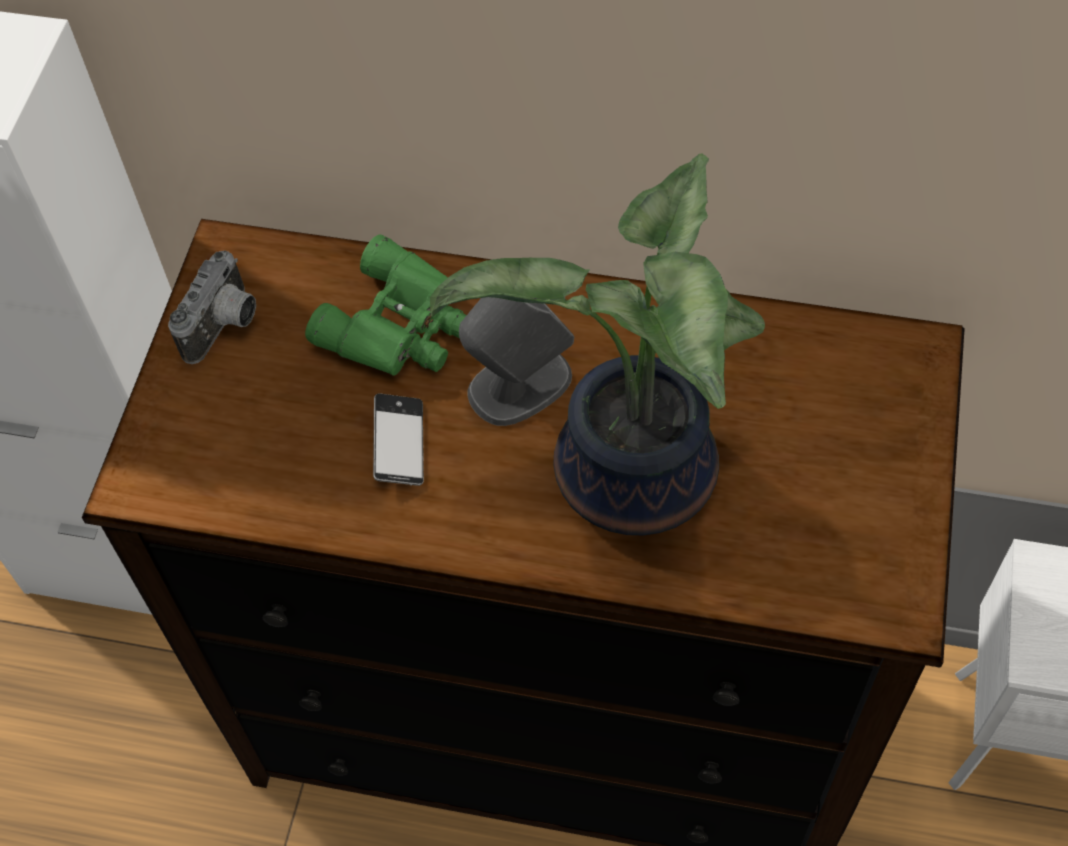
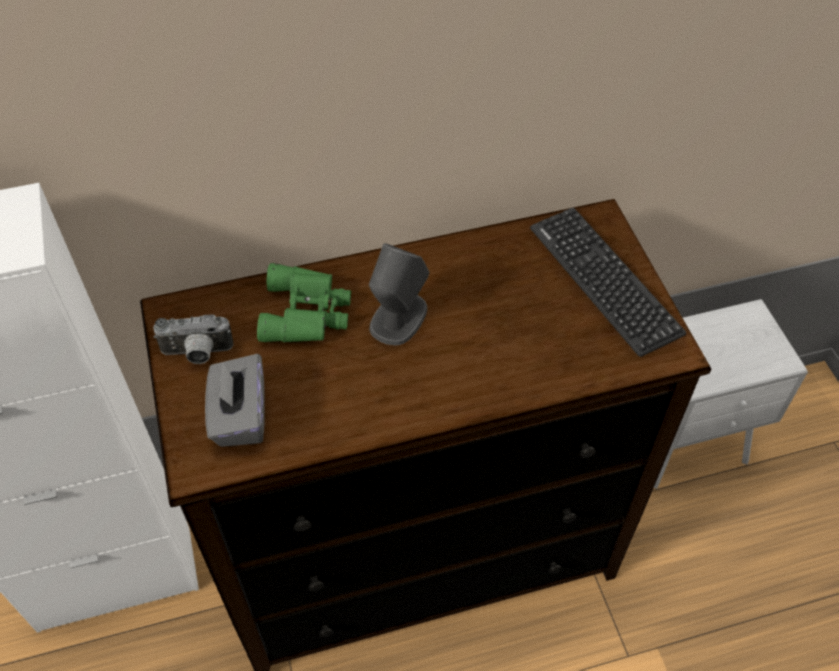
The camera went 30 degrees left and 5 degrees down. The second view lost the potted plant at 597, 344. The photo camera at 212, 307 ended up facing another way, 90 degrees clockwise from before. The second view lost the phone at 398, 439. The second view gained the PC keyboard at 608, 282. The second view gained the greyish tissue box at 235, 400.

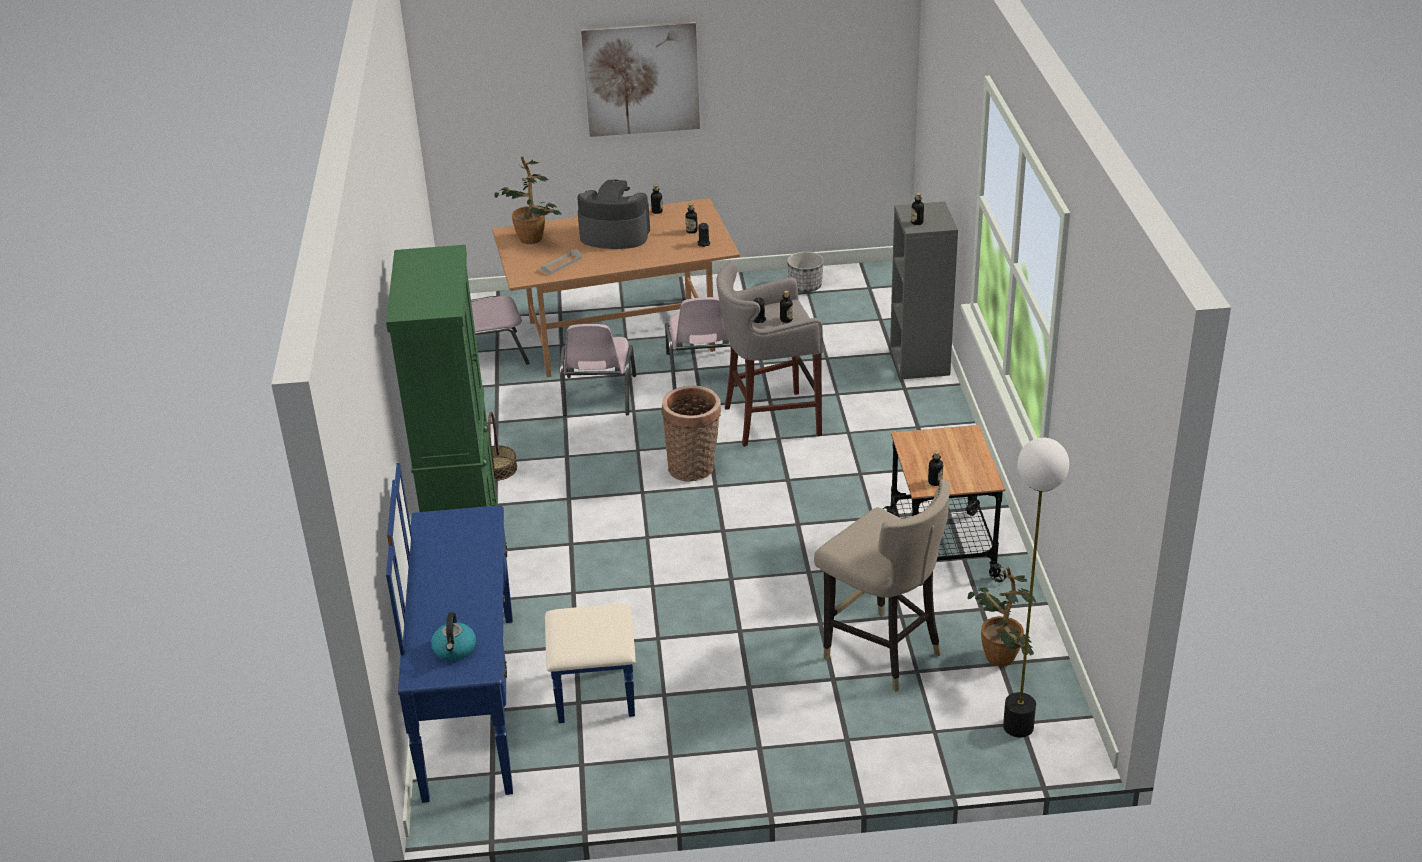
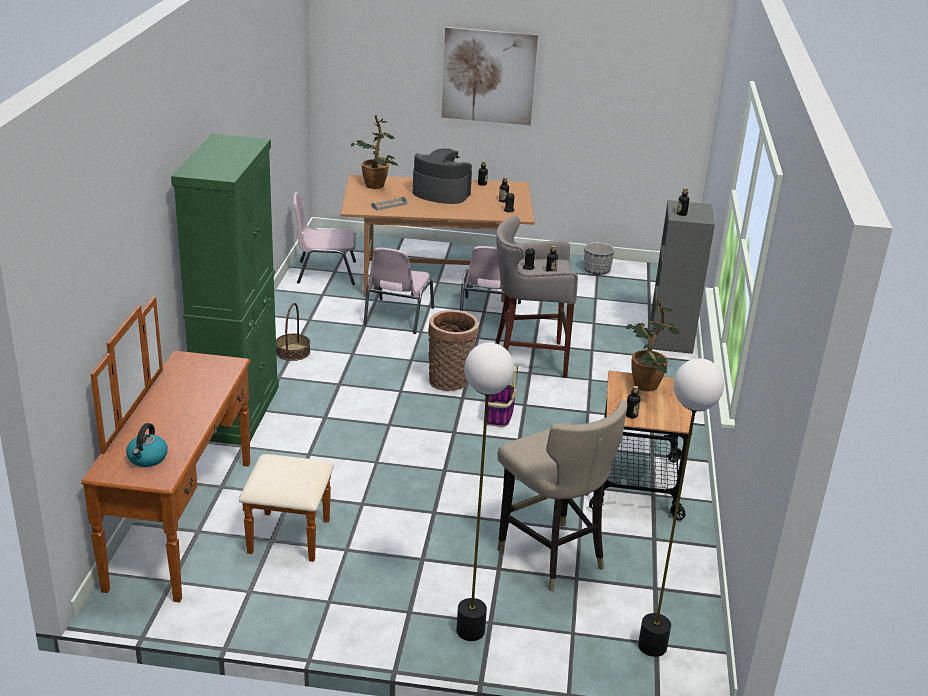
The camera went 10 degrees right and 5 degrees down. What was the blue-coloured chest of drawers at 511, 633 turned into the brown chest of drawers at 207, 449. The potted plant ended up elsewhere, having gone from 1002, 617 to 652, 345. The second view gained the floor lamp at 485, 491. The second view gained the household basket at 501, 396.

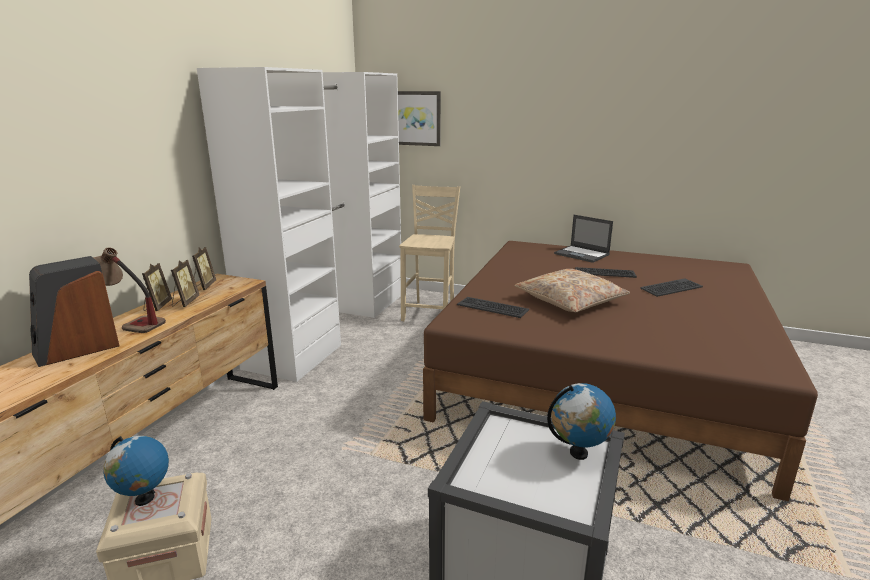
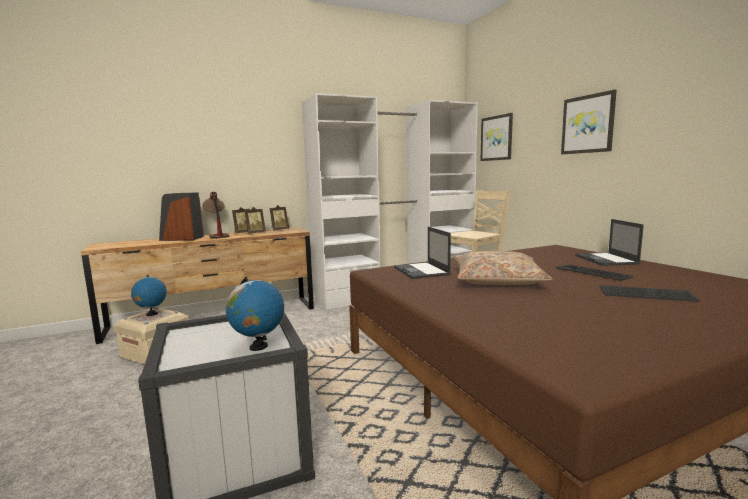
The camera went 45 degrees right and 10 degrees down. Where the PC keyboard stood at 493, 307, the laptop came to stand at 422, 253. The second view gained the picture at 589, 122.

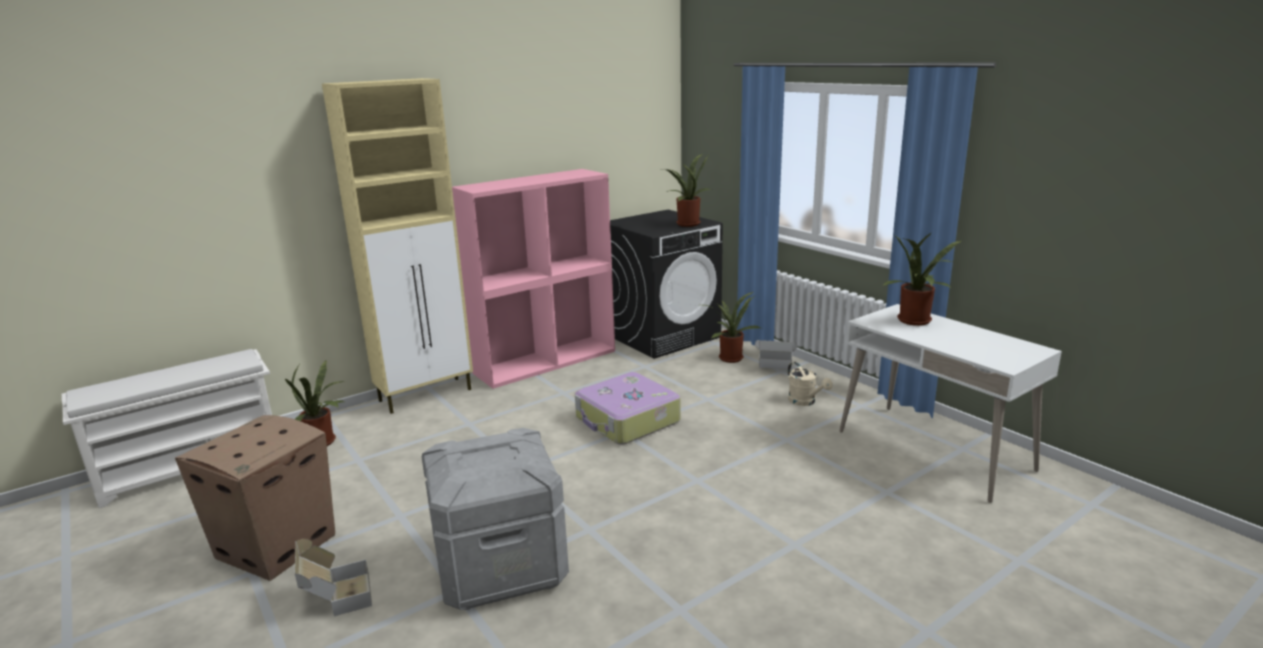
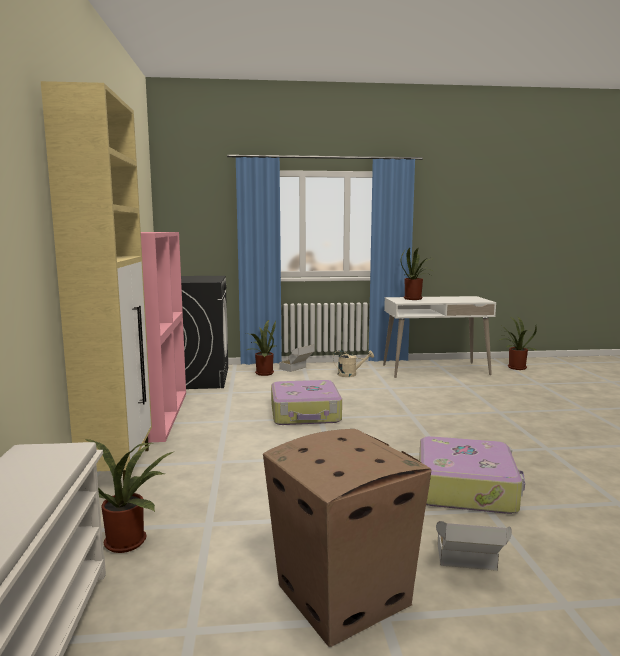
The camera went 60 degrees left and 10 degrees down. The potted plant ended up elsewhere, having gone from 688, 190 to 518, 343. Where the greyish storage bin stood at 495, 519, the piece of luggage came to stand at 472, 475.

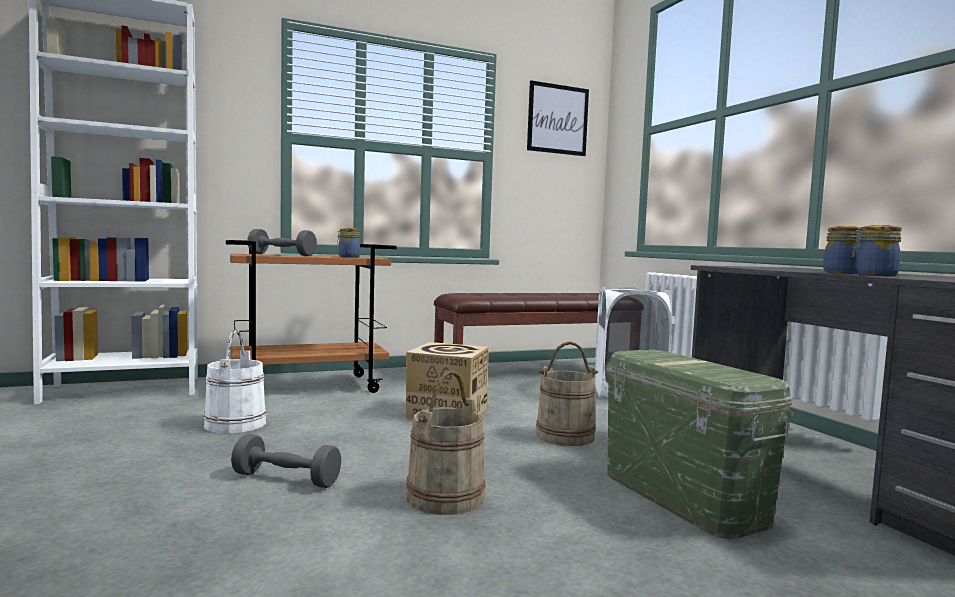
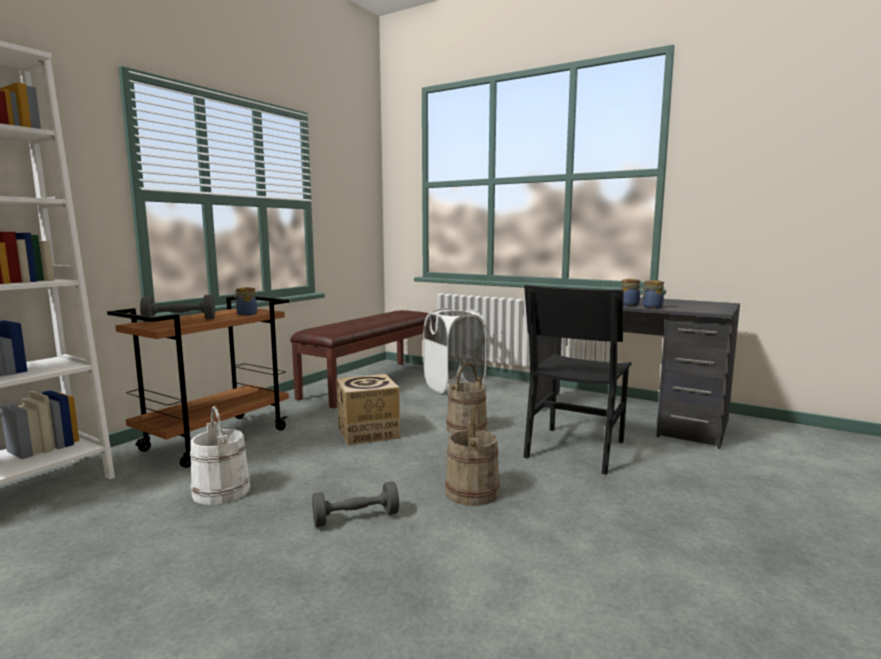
The camera went 35 degrees left and 5 degrees up. The second view lost the picture at 558, 118. Where the greenish storage bin stood at 700, 444, the blackish plain chair came to stand at 578, 380.

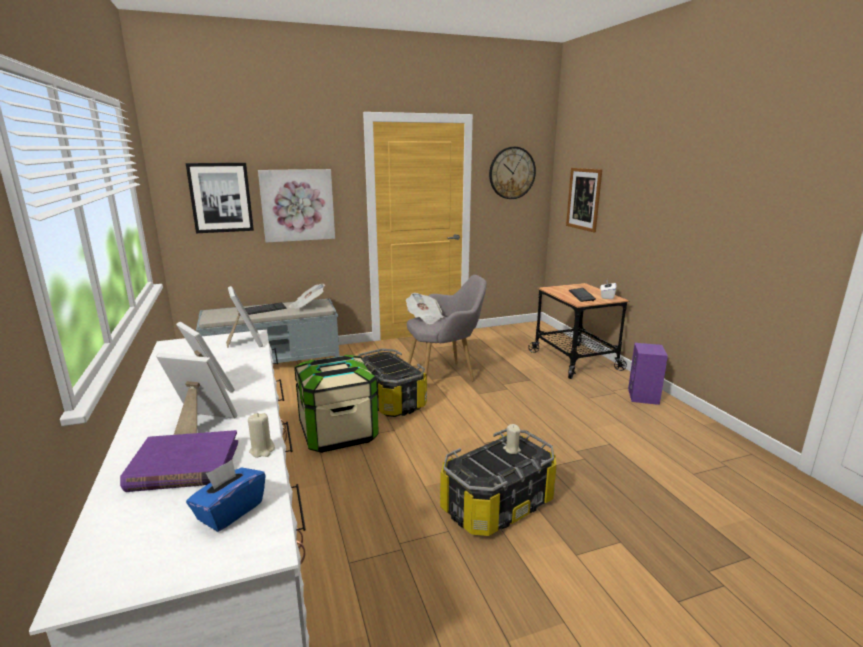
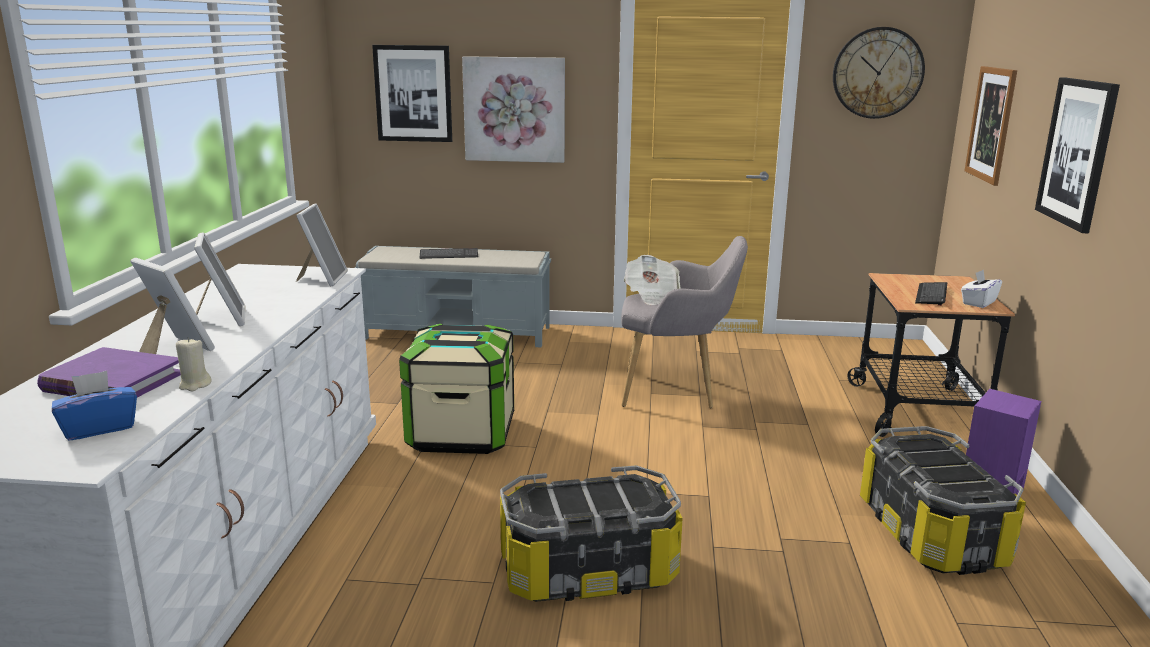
The camera went 25 degrees right and 0 degrees up. The second view lost the printed paper at 307, 296. The storage bin ended up elsewhere, having gone from 392, 382 to 943, 500. The second view lost the sand-coloured wax light at 512, 439. The second view gained the picture at 1077, 155.

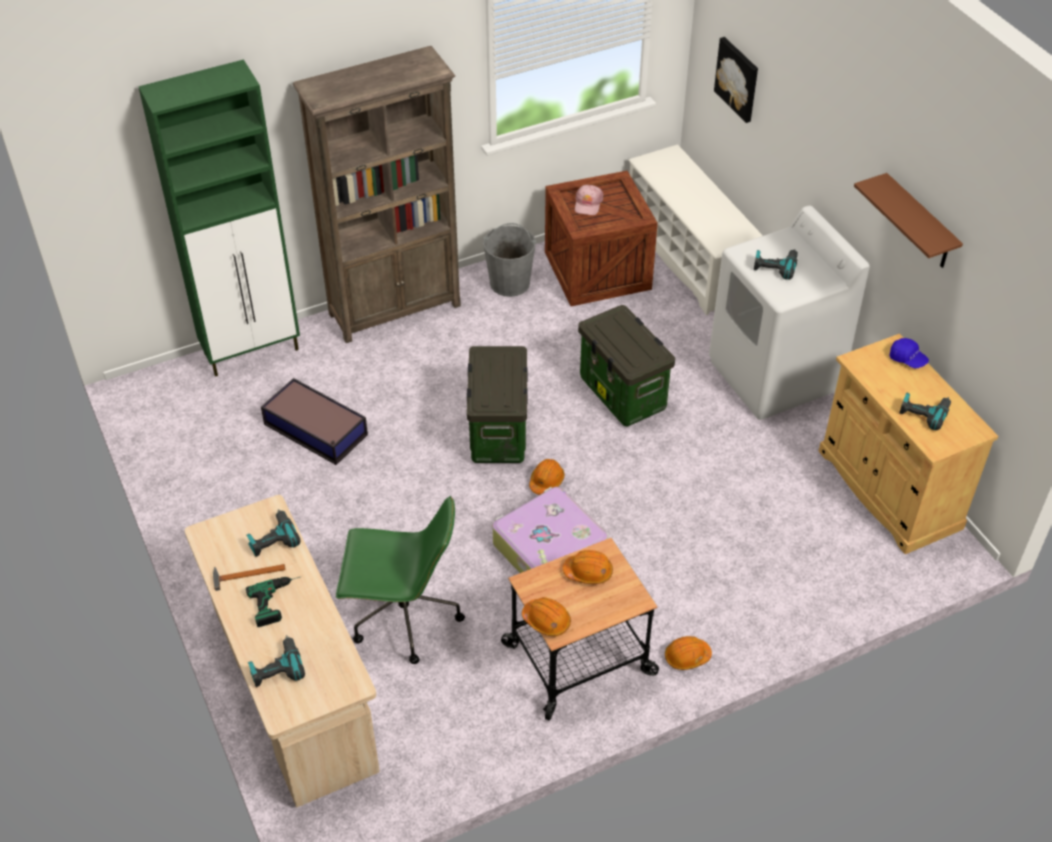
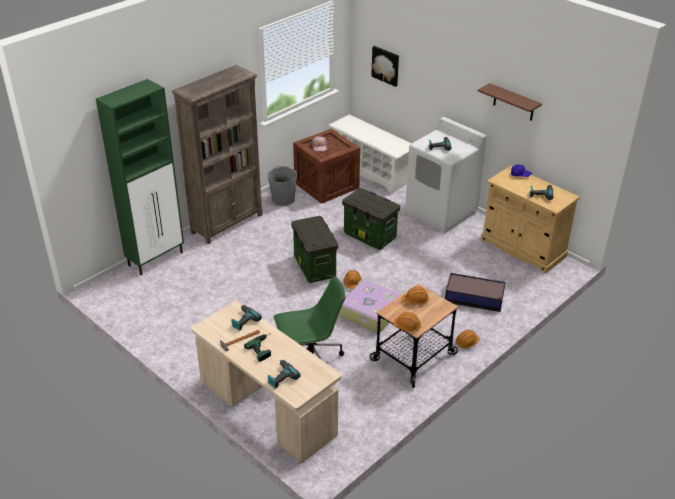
The camera went 20 degrees left and 10 degrees down. The storage bin ended up elsewhere, having gone from 314, 421 to 475, 292.

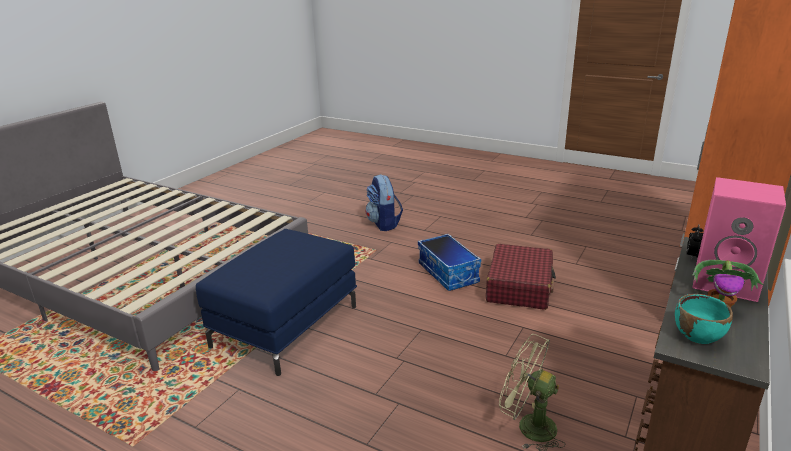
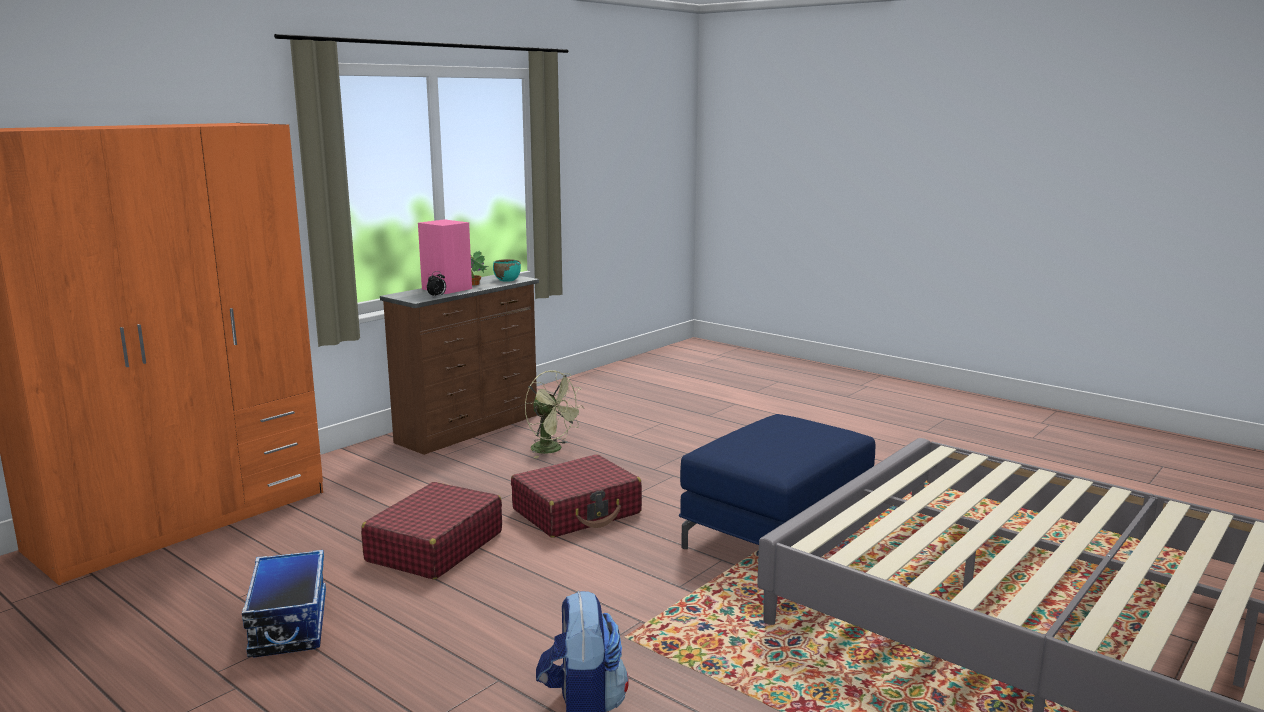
The camera went 170 degrees left and 10 degrees down. The storage bin ended up elsewhere, having gone from 449, 262 to 284, 603. The second view gained the reddish piece of luggage at 576, 496.

